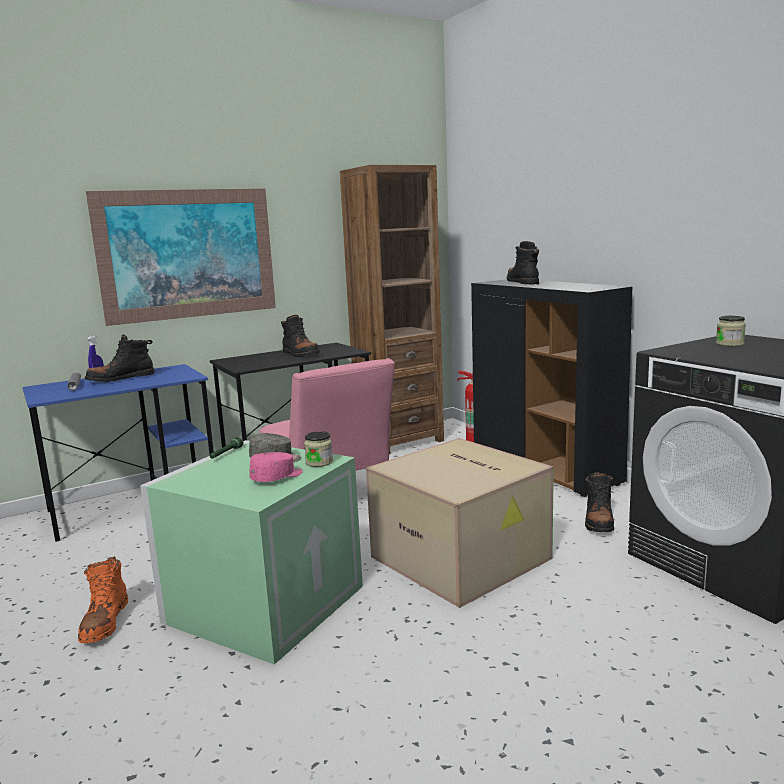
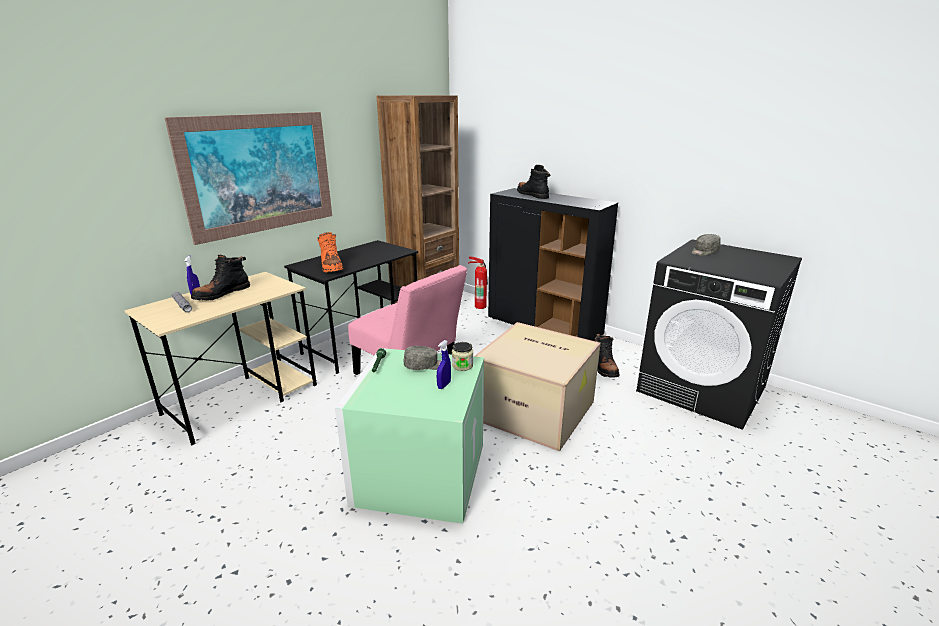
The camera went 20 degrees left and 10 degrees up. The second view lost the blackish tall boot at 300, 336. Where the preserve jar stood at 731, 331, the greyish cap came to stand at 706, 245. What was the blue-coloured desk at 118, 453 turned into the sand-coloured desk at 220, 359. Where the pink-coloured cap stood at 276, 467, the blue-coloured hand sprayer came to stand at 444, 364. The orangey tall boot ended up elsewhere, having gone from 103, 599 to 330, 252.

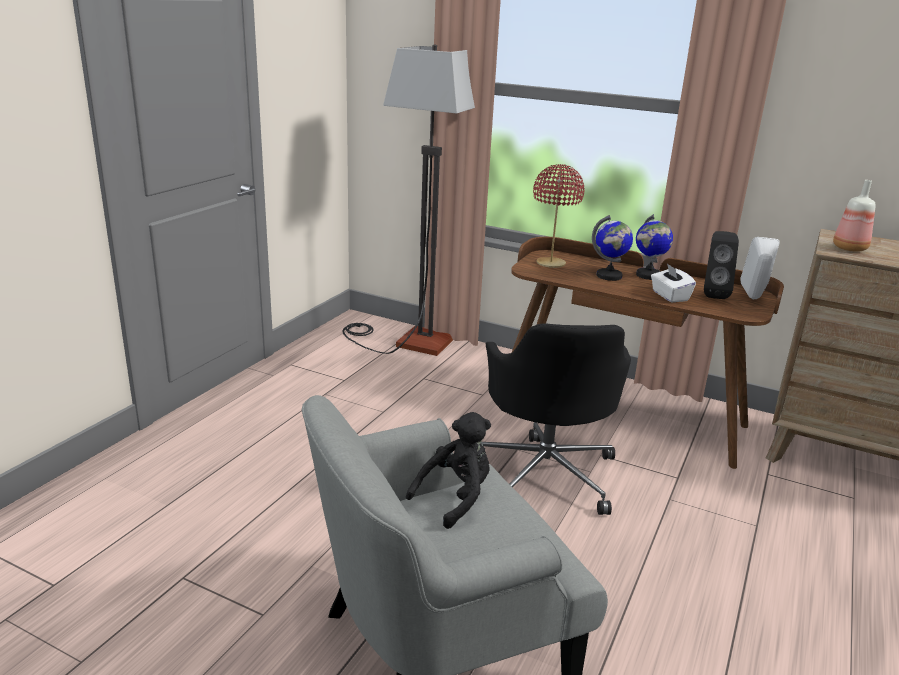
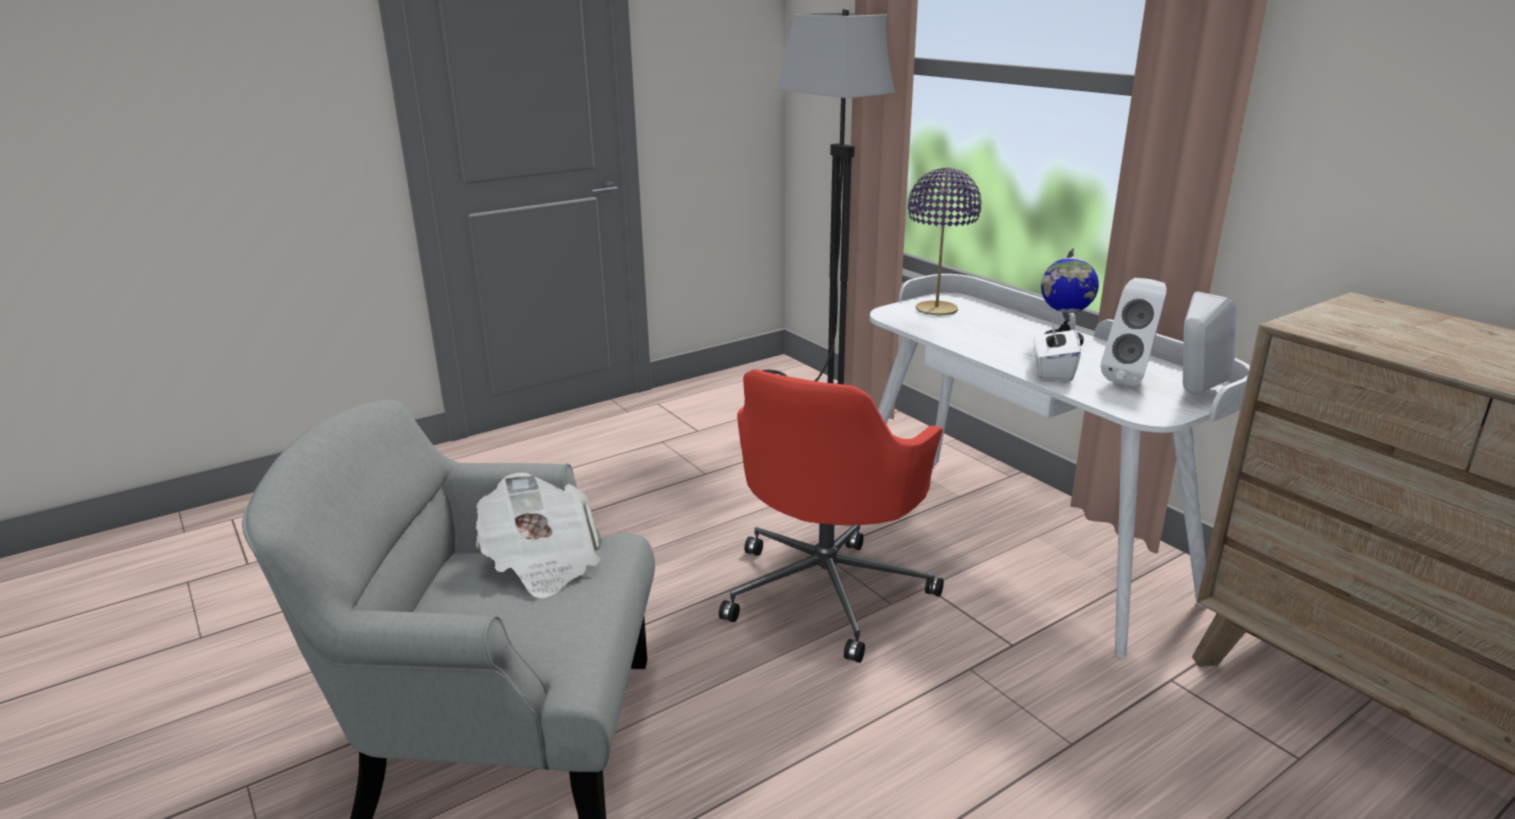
The camera went 30 degrees right and 0 degrees up. What was the reddish lamp for a table at 559, 216 turned into the purplish lamp for a table at 945, 242. The second view lost the beverage bottle at 854, 216. The second view lost the desk globe at 612, 248. What was the blackish speaker at 721, 265 turned into the whitish speaker at 1133, 332. What was the brown desk at 647, 353 turned into the whitish desk at 1060, 466. What was the blackish desk chair at 556, 419 turned into the reddish desk chair at 831, 516. Where the blackish plush toy stood at 448, 470, the printed paper came to stand at 538, 535.

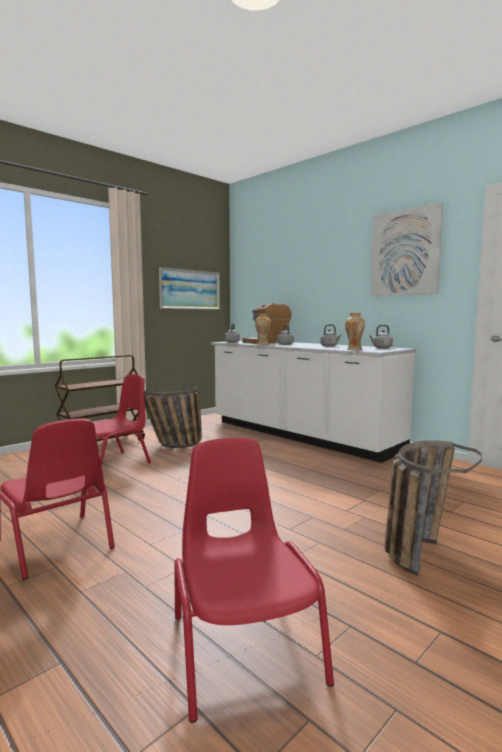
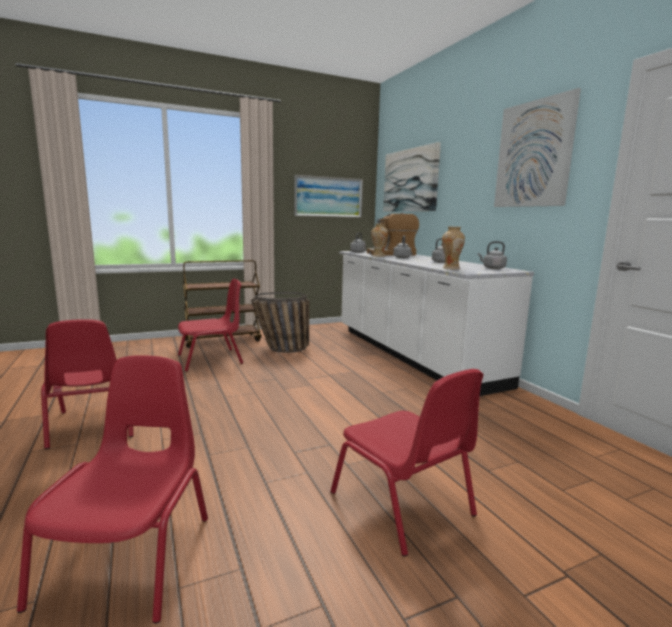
The camera went 20 degrees right and 5 degrees up. Where the household basket stood at 433, 508, the reddish plain chair came to stand at 407, 463. The second view gained the picture at 412, 176.

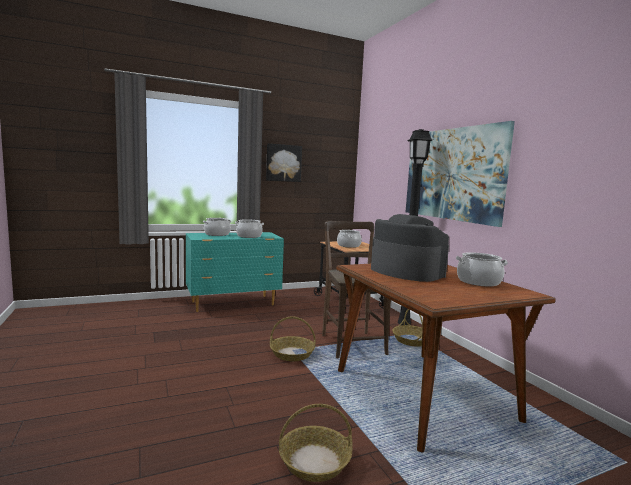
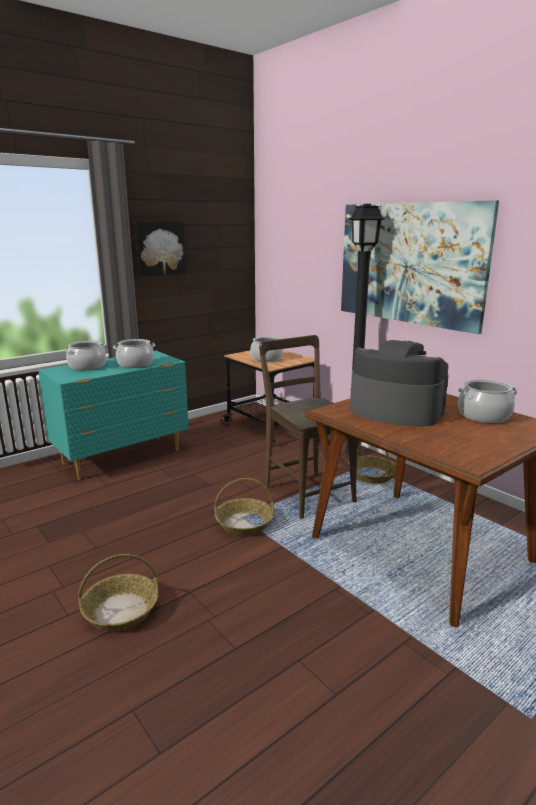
The camera went 15 degrees left and 10 degrees up. The household basket ended up elsewhere, having gone from 316, 443 to 118, 592.

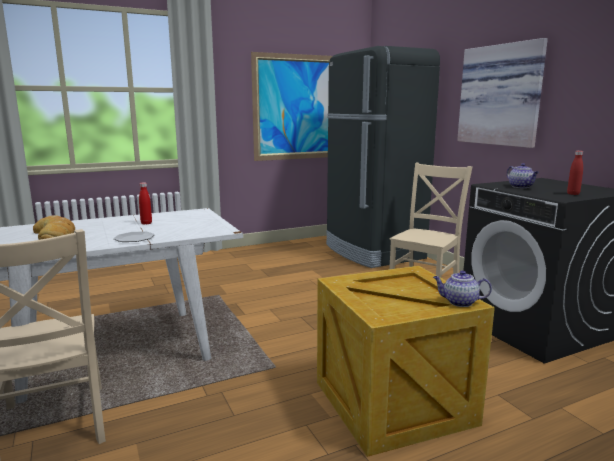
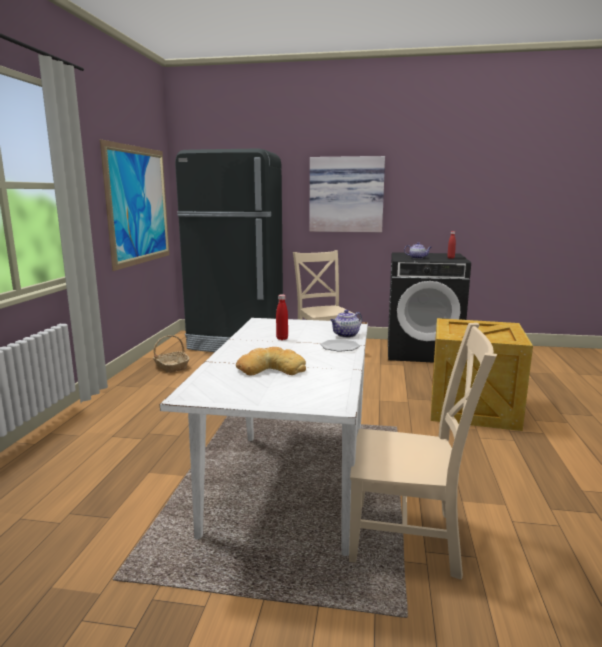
The camera went 55 degrees left and 0 degrees up. The pot for tea ended up elsewhere, having gone from 462, 289 to 346, 324. The second view gained the household basket at 171, 354.

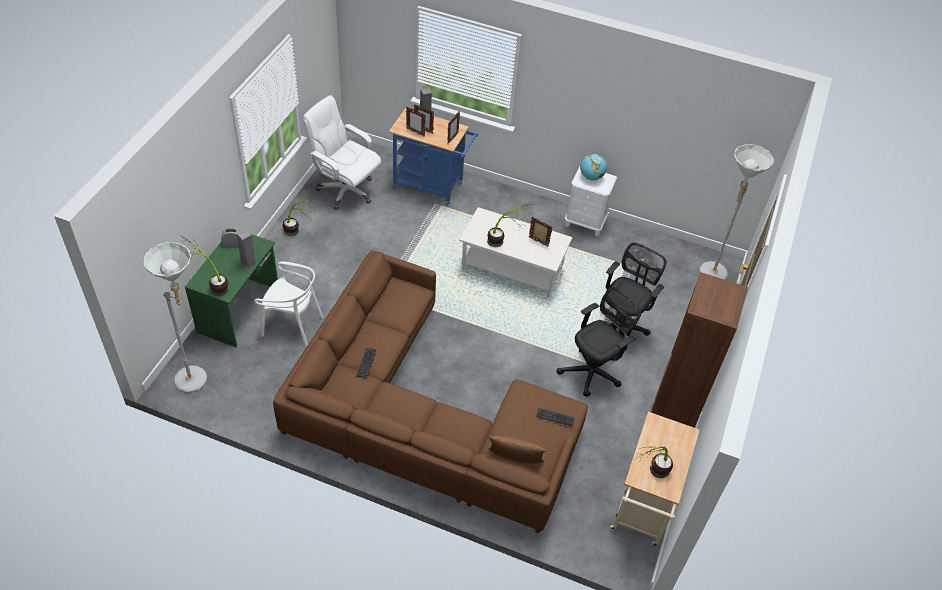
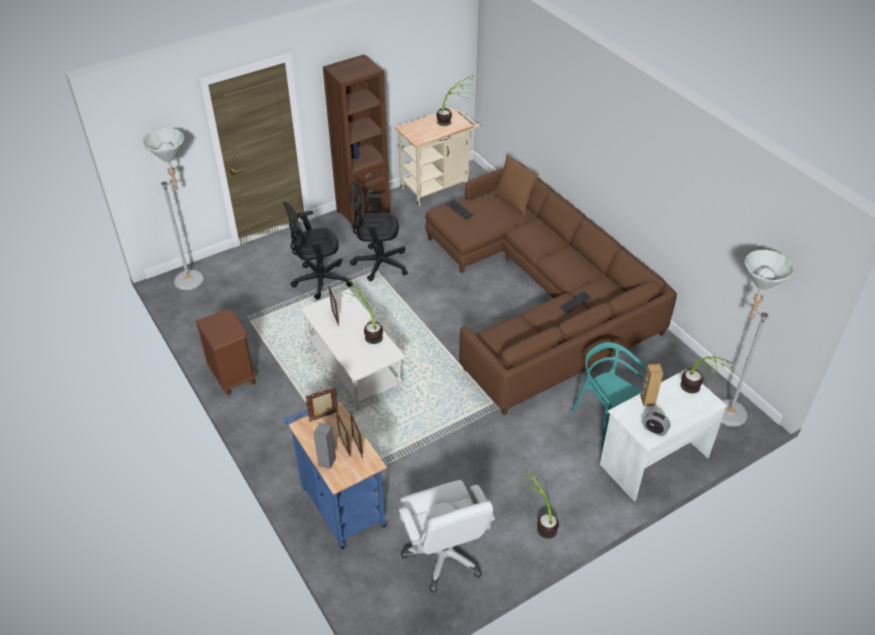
The camera went 140 degrees left and 5 degrees down. The second view lost the desk globe at 593, 166. What was the whitish night table at 591, 201 turned into the brown night table at 226, 352. What was the greyish speaker at 246, 248 turned into the brown speaker at 651, 385. What was the greenish desk at 231, 288 turned into the whitish desk at 663, 435. What was the whitish plain chair at 288, 303 turned into the blue-green plain chair at 609, 394.

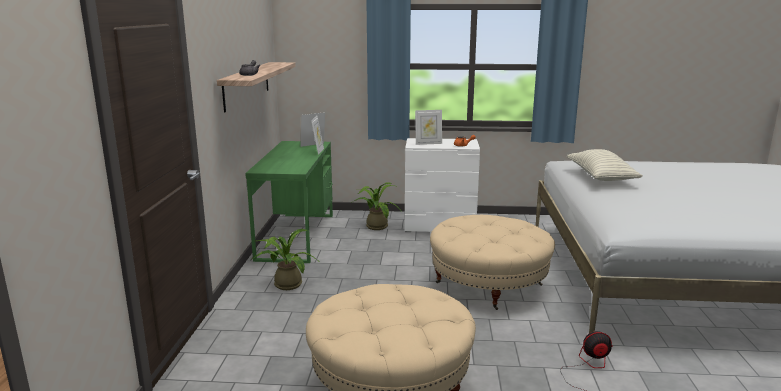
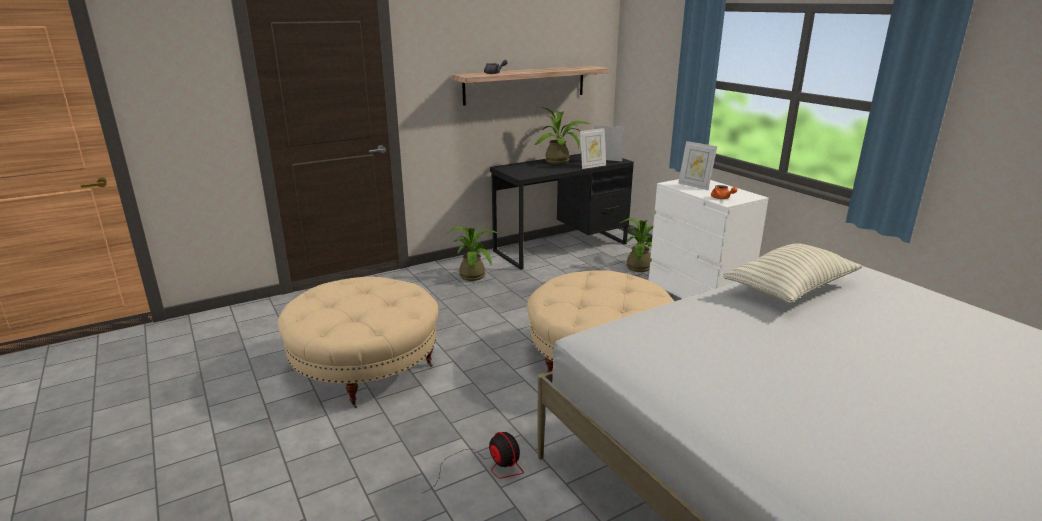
The camera went 55 degrees right and 5 degrees up. What was the greenish desk at 289, 202 turned into the blackish desk at 562, 212. The second view gained the potted plant at 562, 135.

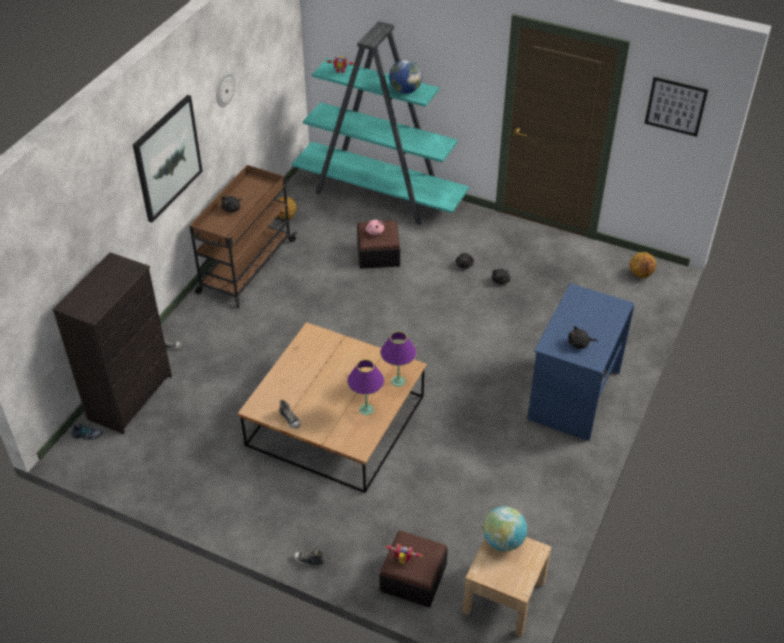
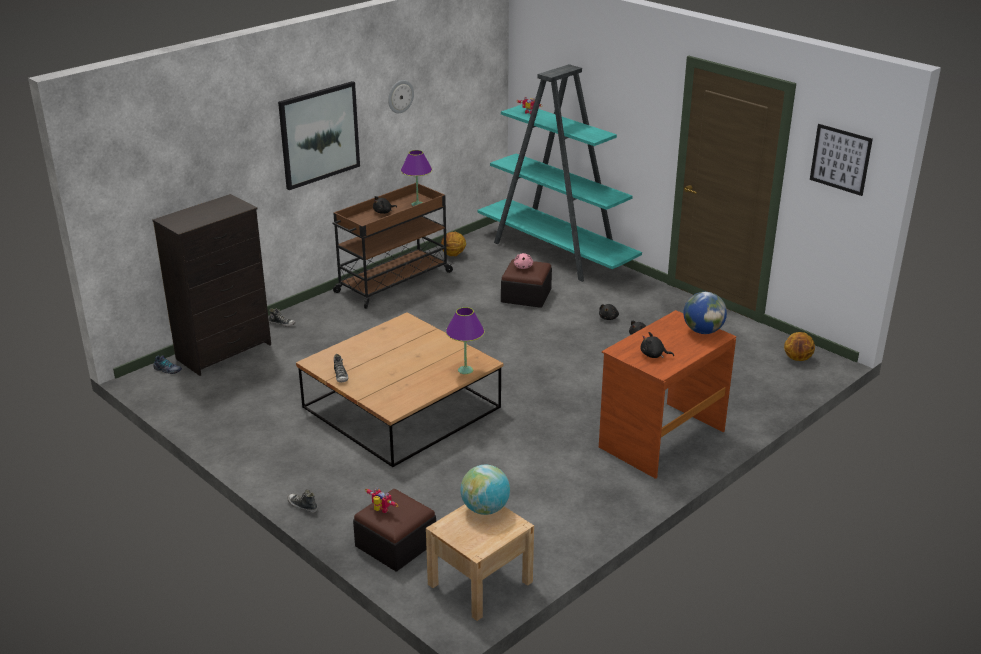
The camera went 20 degrees right and 15 degrees down. The desk globe ended up elsewhere, having gone from 405, 76 to 705, 313. What was the blue-coloured desk at 580, 362 turned into the brown desk at 667, 394. The purplish lamp for a table ended up elsewhere, having gone from 366, 387 to 416, 178.

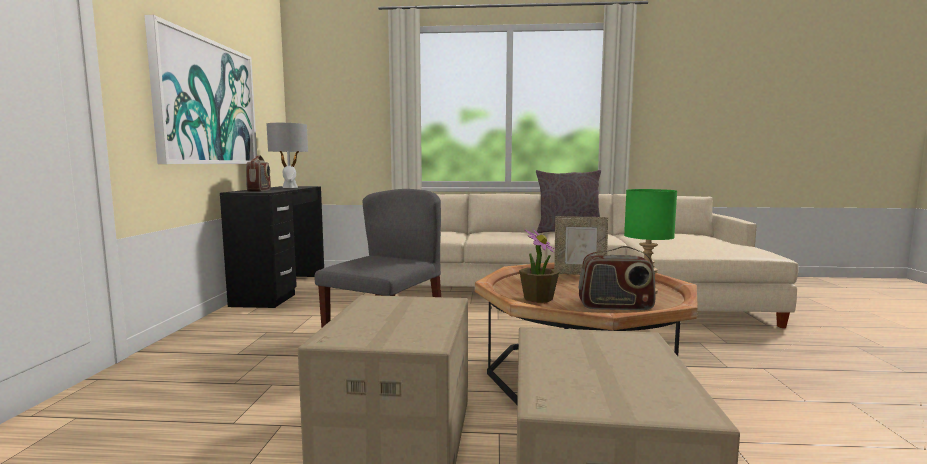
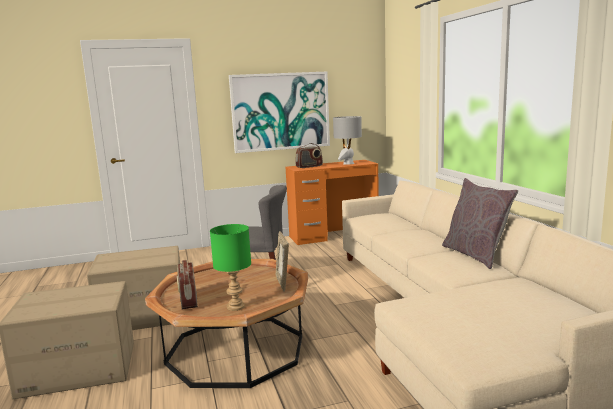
The camera went 70 degrees right and 5 degrees up. What was the blackish desk at 272, 247 turned into the orangey desk at 332, 202. The second view lost the potted plant at 539, 266.

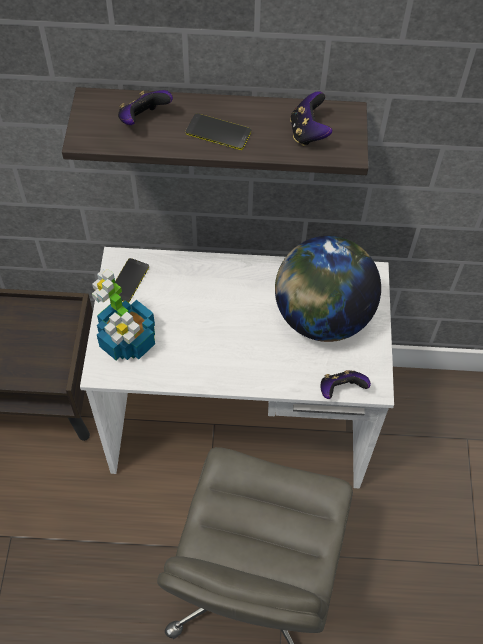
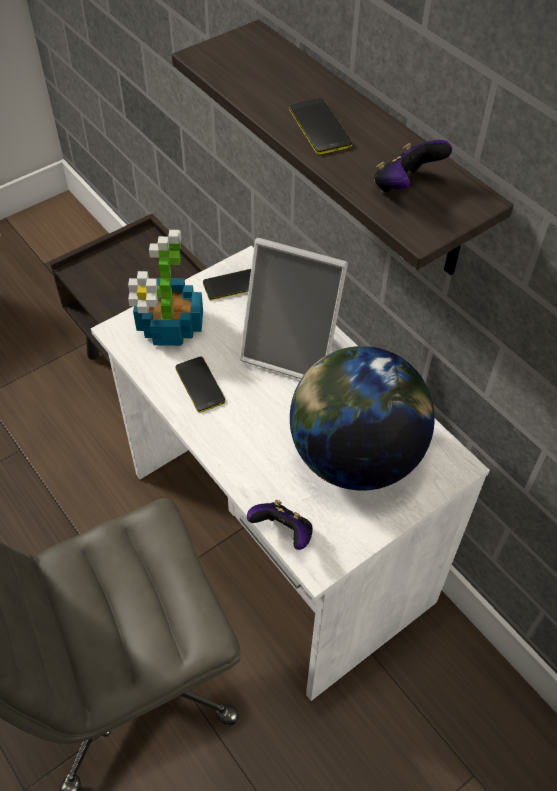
The camera went 50 degrees right and 5 degrees down. The second view lost the gamepad at 145, 107. The second view gained the photo frame at 294, 308. The second view gained the phone at 200, 384.

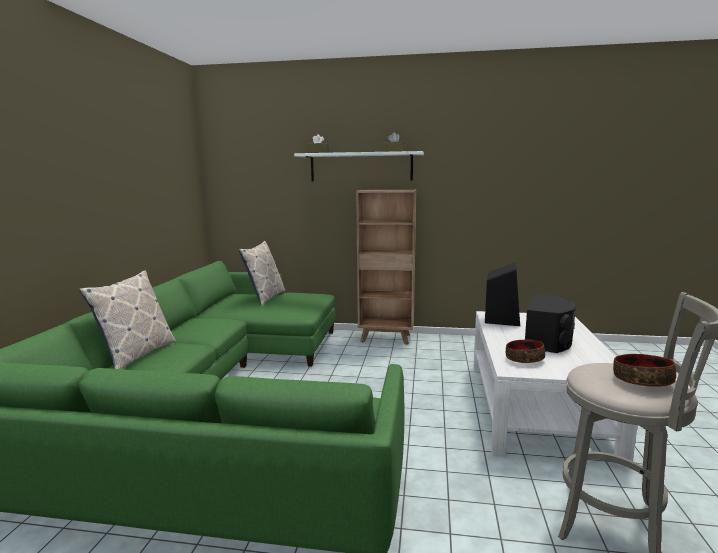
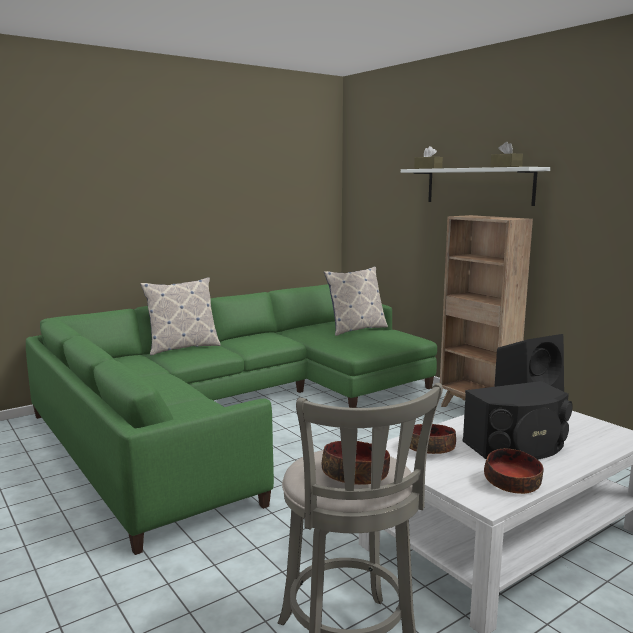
The camera went 45 degrees right and 0 degrees up. The second view gained the deep dish at 514, 471.

